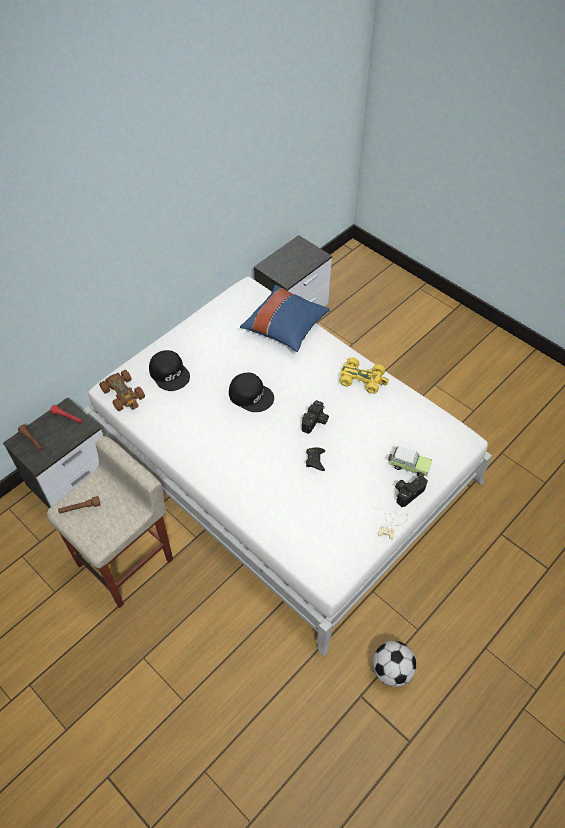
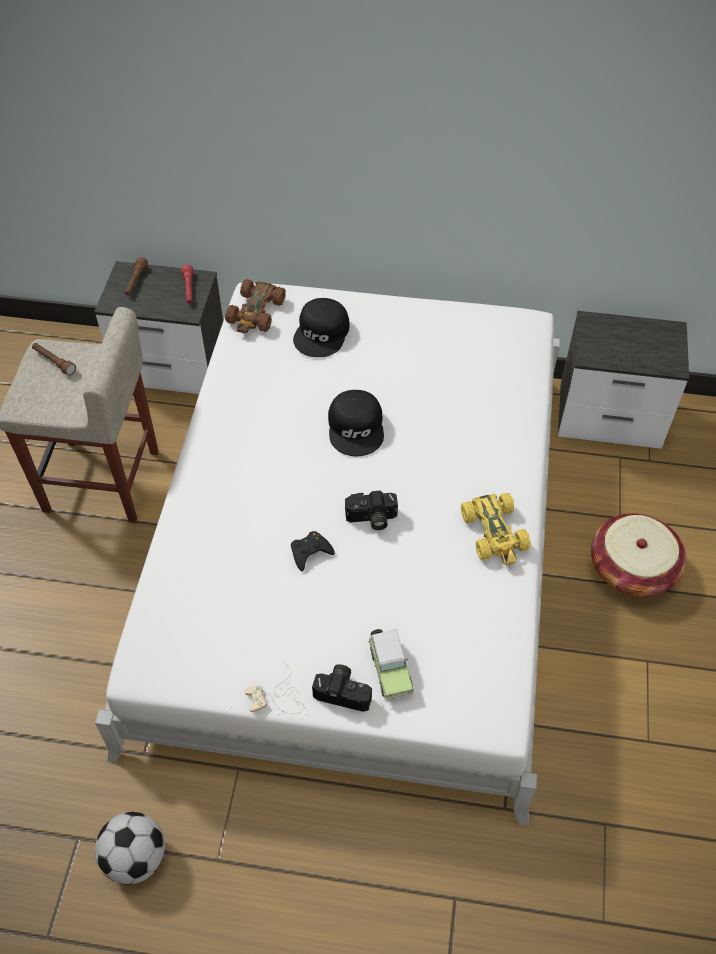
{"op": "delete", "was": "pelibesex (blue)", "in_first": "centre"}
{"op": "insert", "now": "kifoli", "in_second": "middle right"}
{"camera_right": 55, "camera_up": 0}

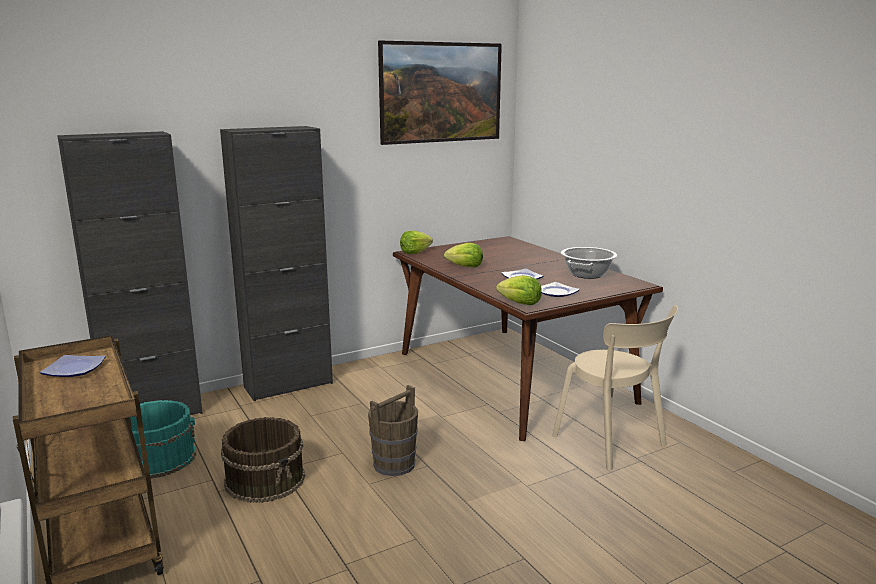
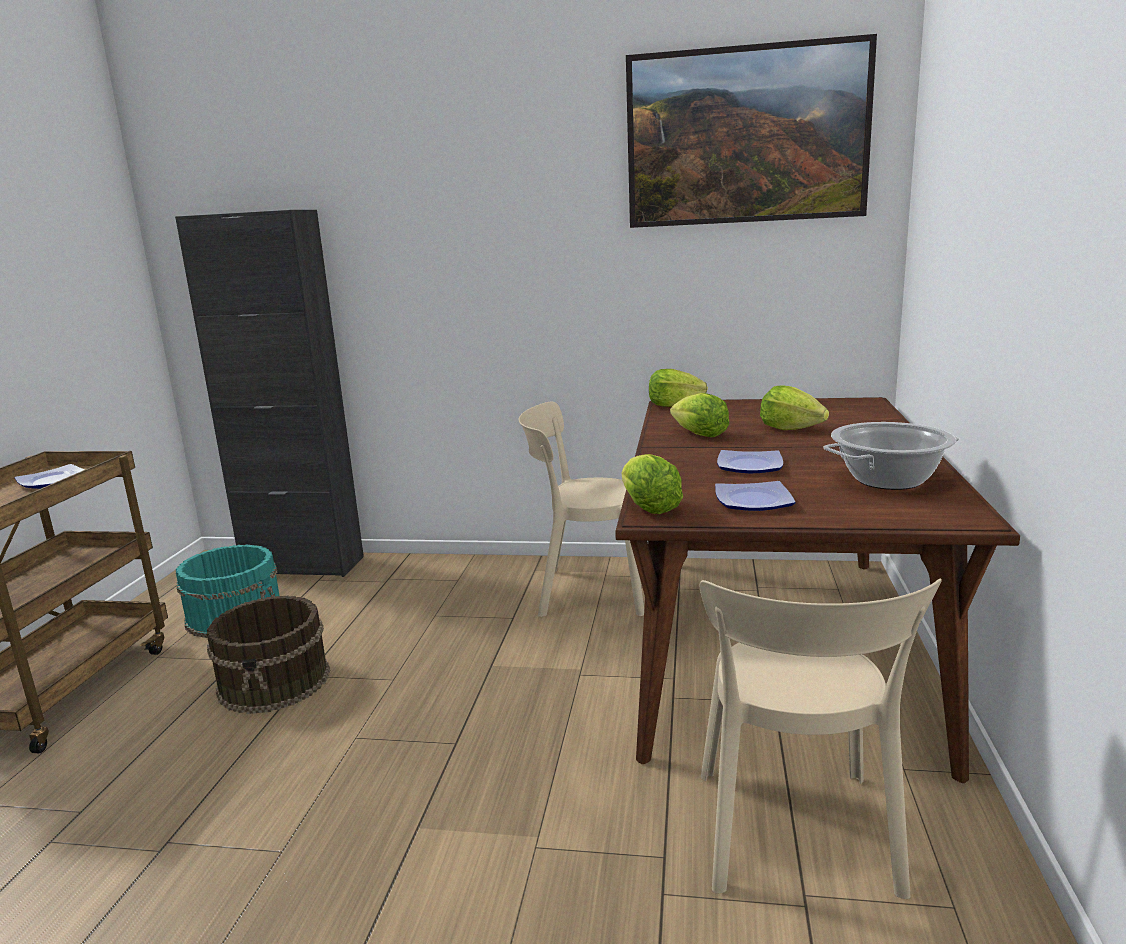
{"op": "delete", "was": "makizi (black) (2nd from left)", "in_first": "middle left"}
{"op": "delete", "was": "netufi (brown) (2nd from left)", "in_first": "bottom centre"}
{"op": "insert", "now": "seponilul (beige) (1st from left)", "in_second": "centre"}
{"op": "insert", "now": "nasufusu (4th from left)", "in_second": "middle right"}
{"camera_right": 40, "camera_up": 0}

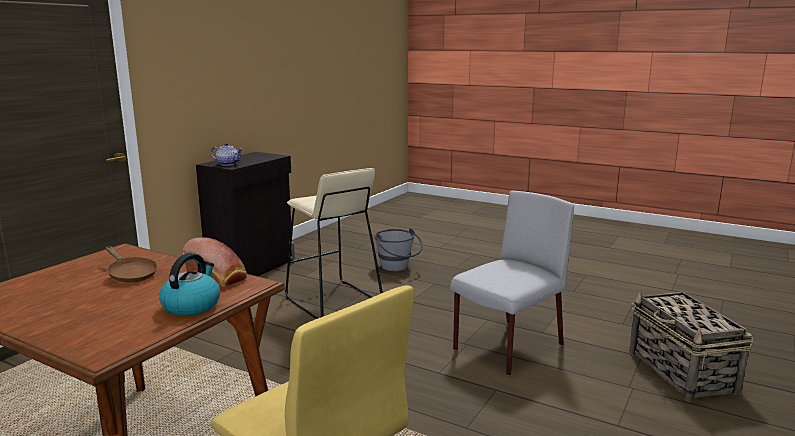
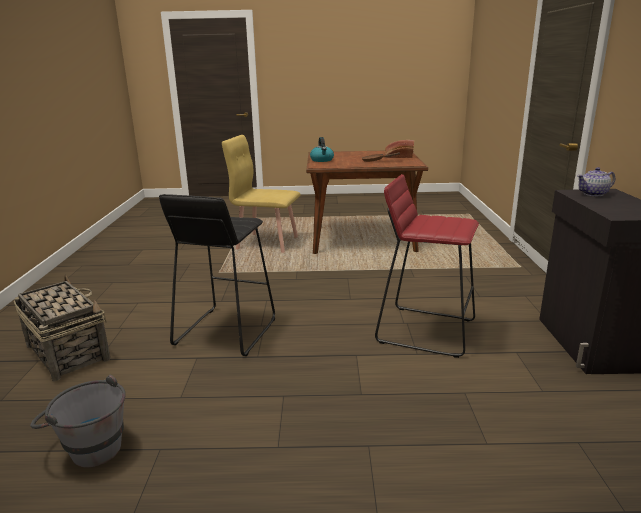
{"op": "move", "was": "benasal", "in_first": "middle left", "in_second": "top centre"}
{"op": "move", "was": "netufi (grey)", "in_first": "centre", "in_second": "bottom left"}
{"op": "replace", "was": "seponilul (grey)", "now": "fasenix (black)", "in_first": "centre", "in_second": "centre"}
{"op": "recolor", "was": "fasenix (beige)", "now": "fasenix (red)", "in_first": "centre", "in_second": "centre"}
{"camera_right": 150, "camera_up": 5}

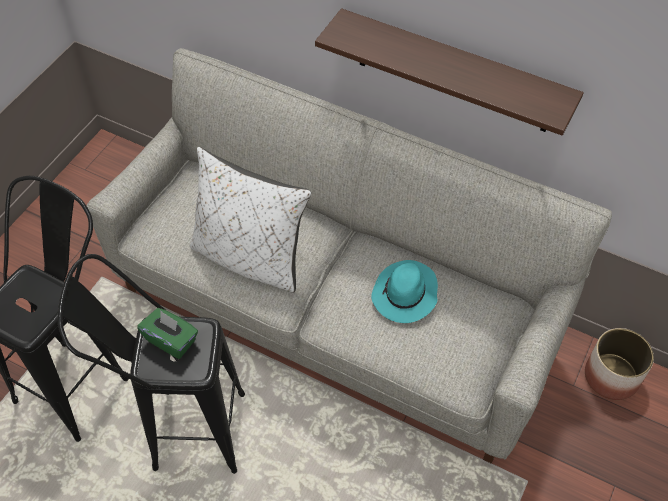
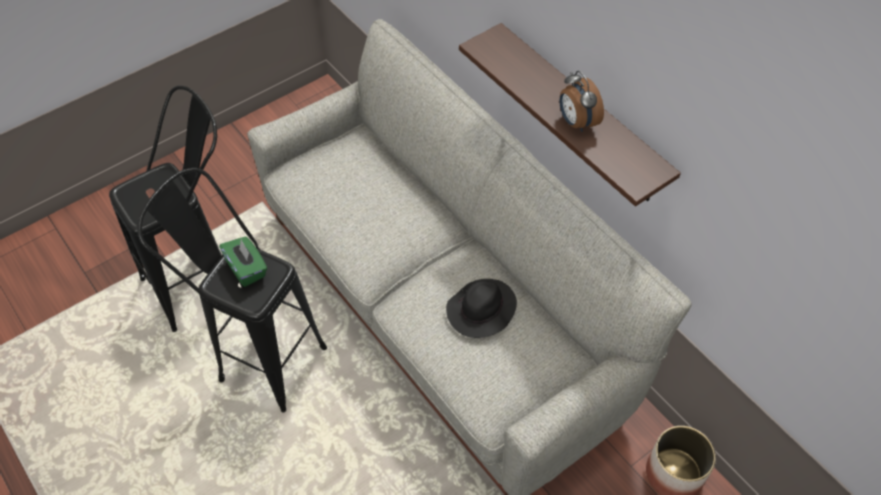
{"op": "delete", "was": "pelibesex (white)", "in_first": "centre"}
{"op": "insert", "now": "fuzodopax", "in_second": "top centre"}
{"op": "recolor", "was": "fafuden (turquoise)", "now": "fafuden (black)", "in_first": "centre", "in_second": "centre"}
{"camera_right": 25, "camera_up": 0}

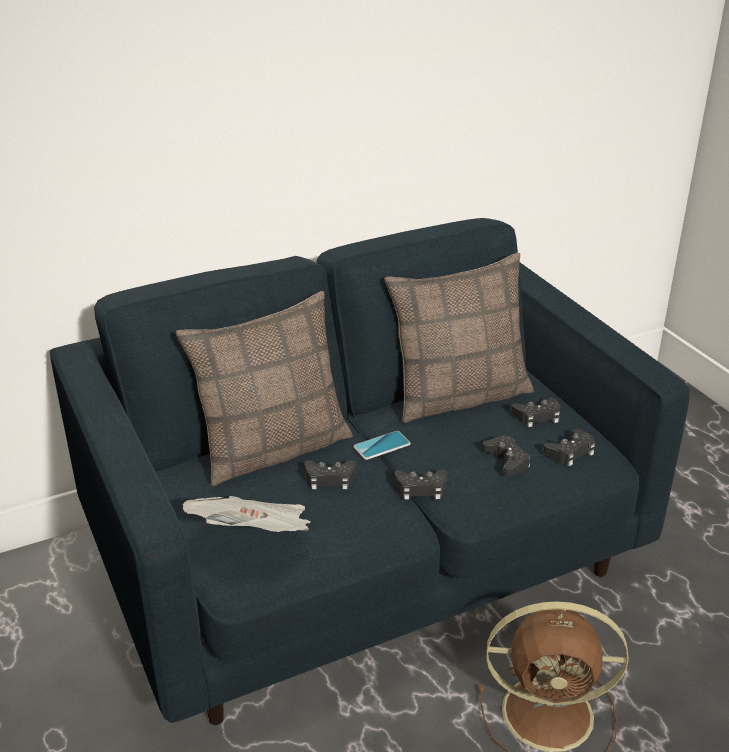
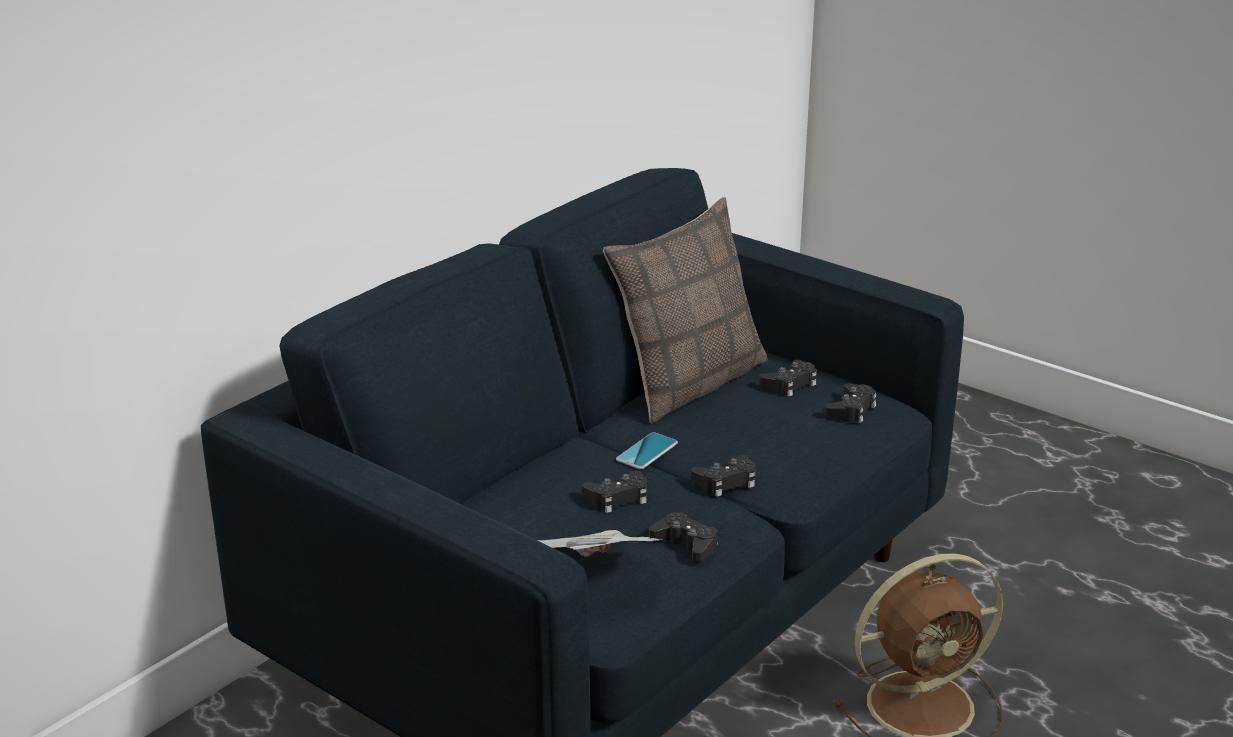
{"op": "delete", "was": "pelibesex (1st from left)", "in_first": "centre"}
{"op": "move", "was": "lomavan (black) (3rd from left in the first image)", "now": "lomavan (black) (2nd from left)", "in_first": "middle right", "in_second": "bottom centre"}
{"camera_right": -25, "camera_up": -5}

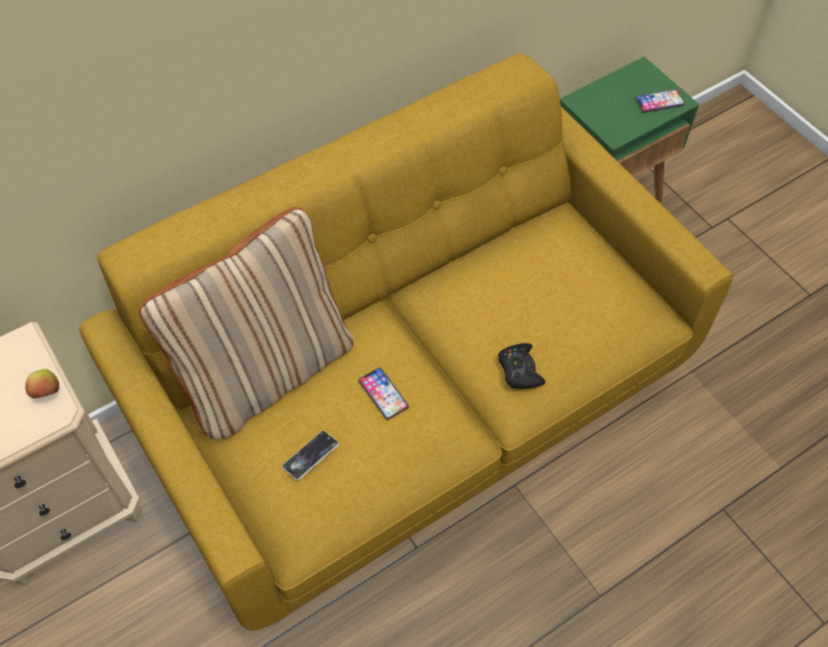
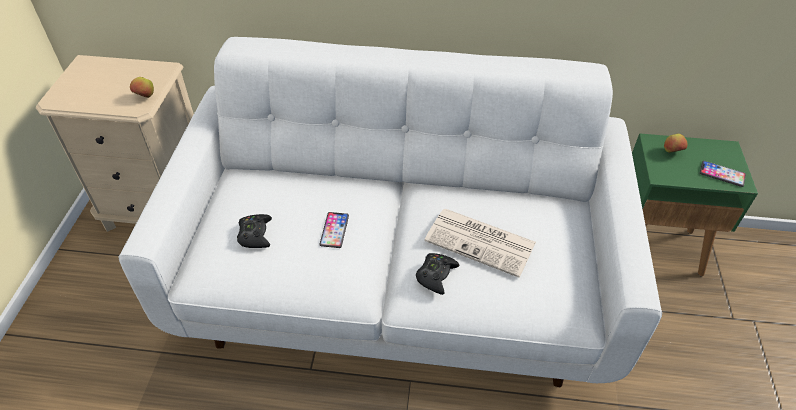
{"op": "delete", "was": "pelibesex (beige)", "in_first": "middle left"}
{"op": "insert", "now": "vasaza", "in_second": "centre"}
{"op": "insert", "now": "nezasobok (2nd from left)", "in_second": "middle right"}
{"op": "replace", "was": "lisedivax (1st from left)", "now": "lomavan (black) (1st from left)", "in_first": "bottom centre", "in_second": "middle left"}
{"op": "recolor", "was": "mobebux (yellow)", "now": "mobebux (white)", "in_first": "centre", "in_second": "centre"}
{"camera_right": 40, "camera_up": -10}

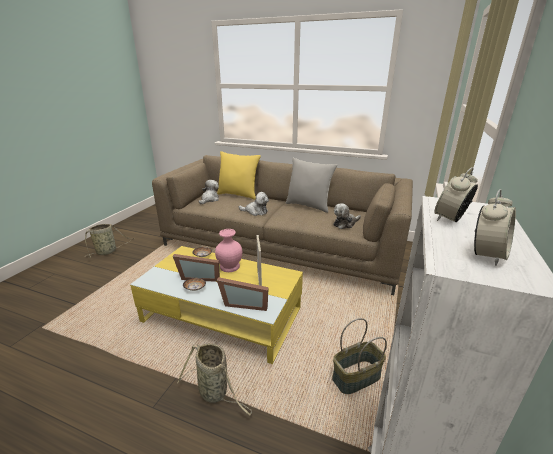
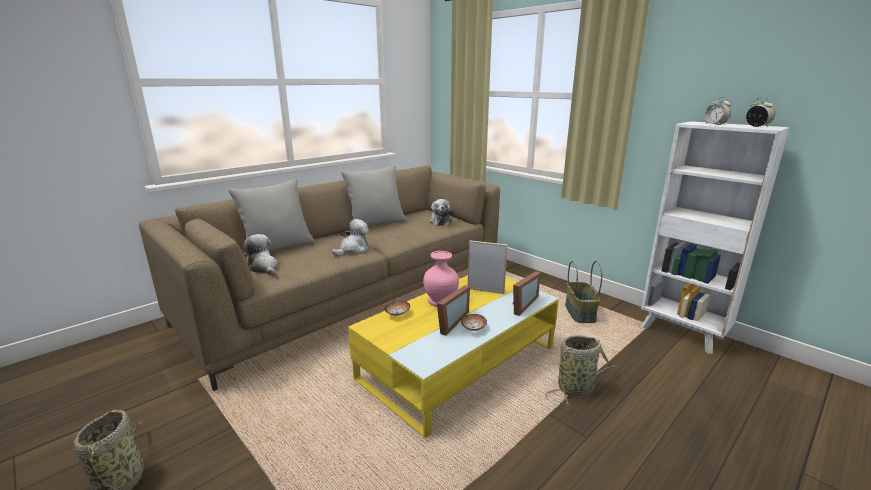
{"op": "recolor", "was": "pelibesex (yellow)", "now": "pelibesex (grey) (1st from left)", "in_first": "centre", "in_second": "middle left"}
{"camera_right": -65, "camera_up": -5}

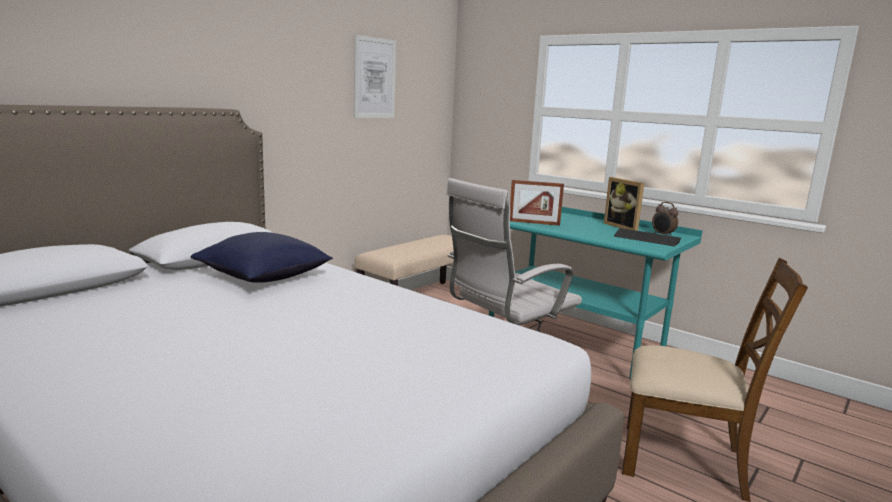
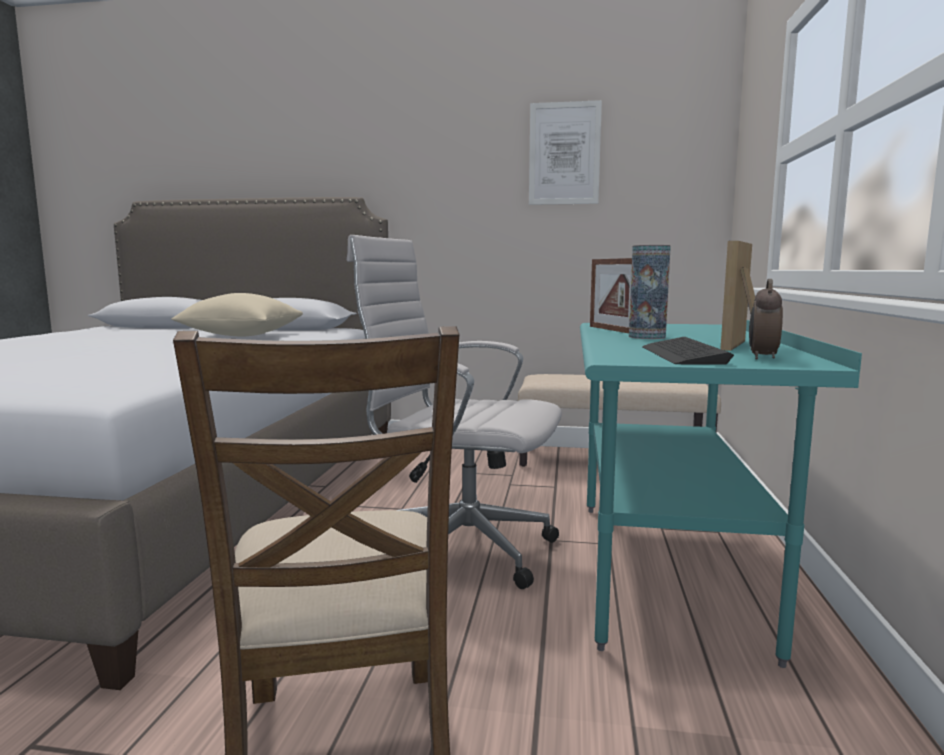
{"op": "insert", "now": "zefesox", "in_second": "middle right"}
{"op": "recolor", "was": "pelibesex (blue)", "now": "pelibesex (beige)", "in_first": "middle left", "in_second": "middle left"}
{"camera_right": 60, "camera_up": -5}

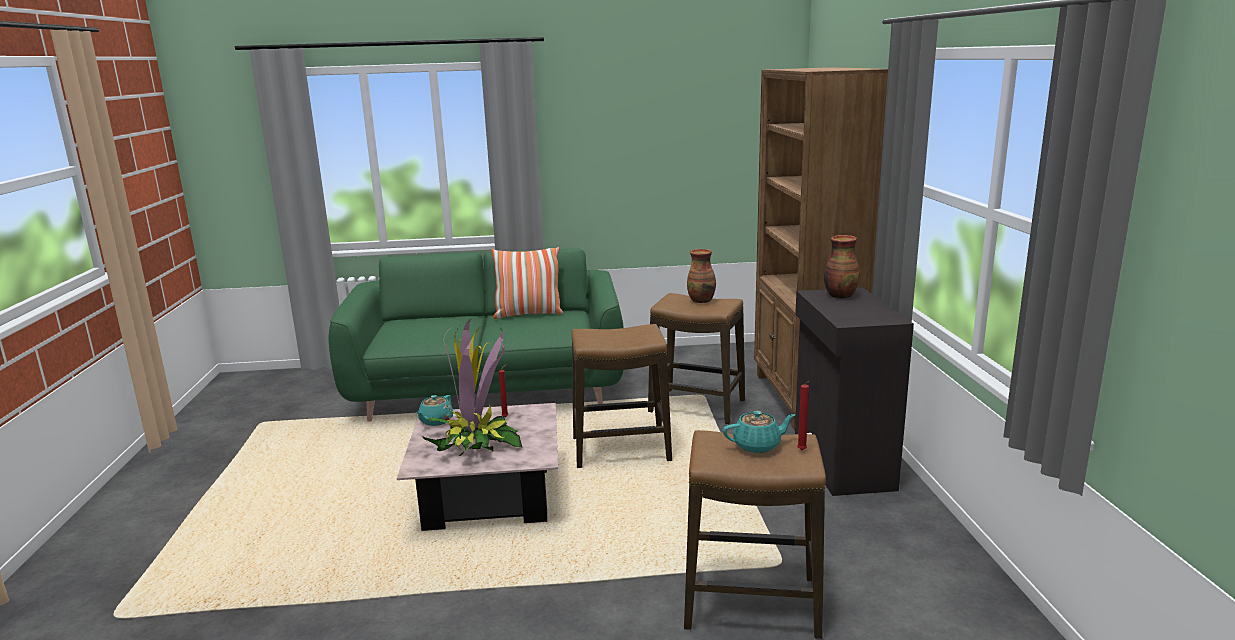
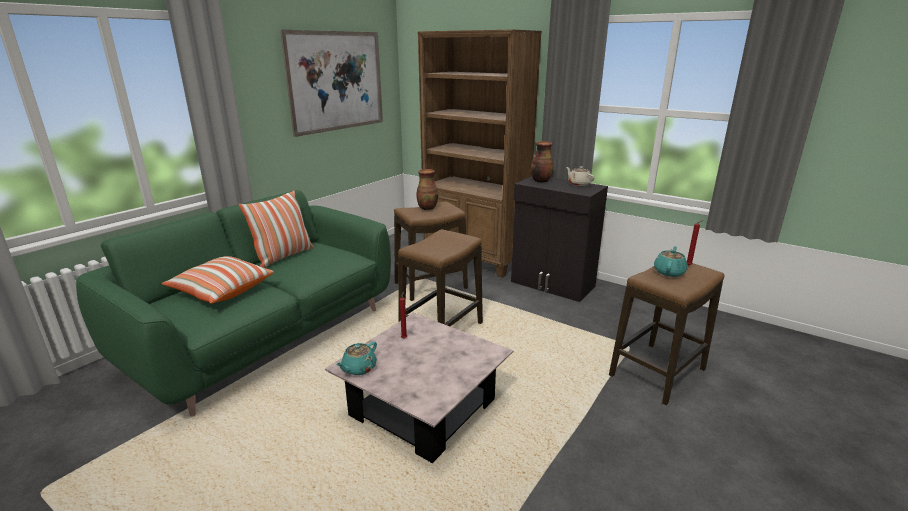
{"op": "delete", "was": "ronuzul", "in_first": "centre"}
{"op": "insert", "now": "pelibesex (1st from left)", "in_second": "middle left"}
{"op": "insert", "now": "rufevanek", "in_second": "top centre"}
{"op": "insert", "now": "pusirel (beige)", "in_second": "centre"}
{"op": "rotate", "was": "pusirel (turquoise) (1st from left)", "in_first": "centre", "in_second": "bottom centre", "clockwise": 60}
{"camera_right": -50, "camera_up": 5}

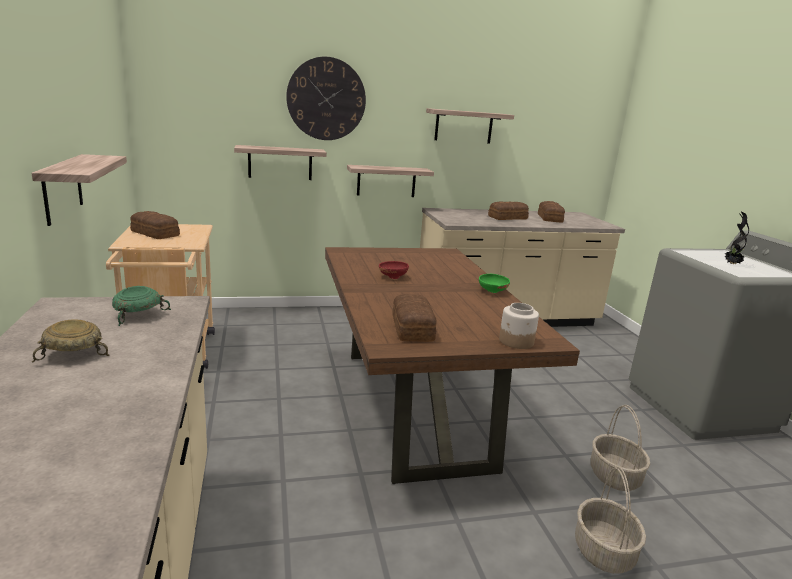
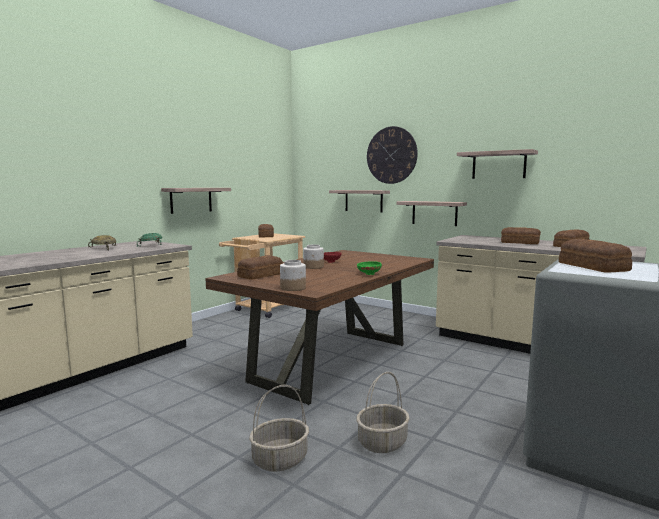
{"op": "insert", "now": "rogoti (2nd from left)", "in_second": "centre"}
{"op": "replace", "was": "ronuzul", "now": "benasal (5th from left)", "in_first": "middle right", "in_second": "middle right"}
{"camera_right": 50, "camera_up": -10}

